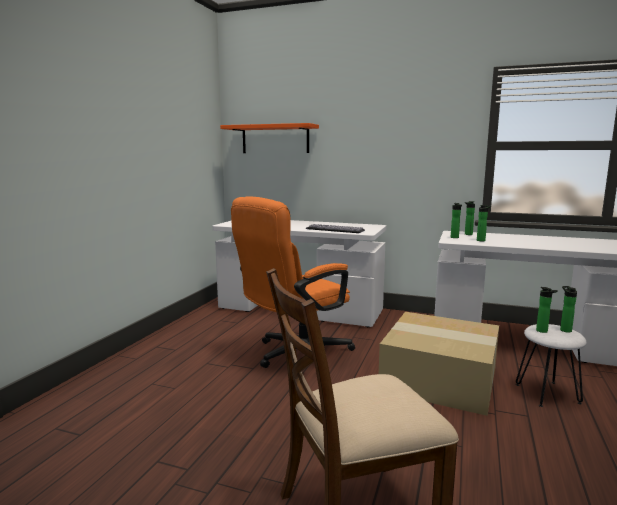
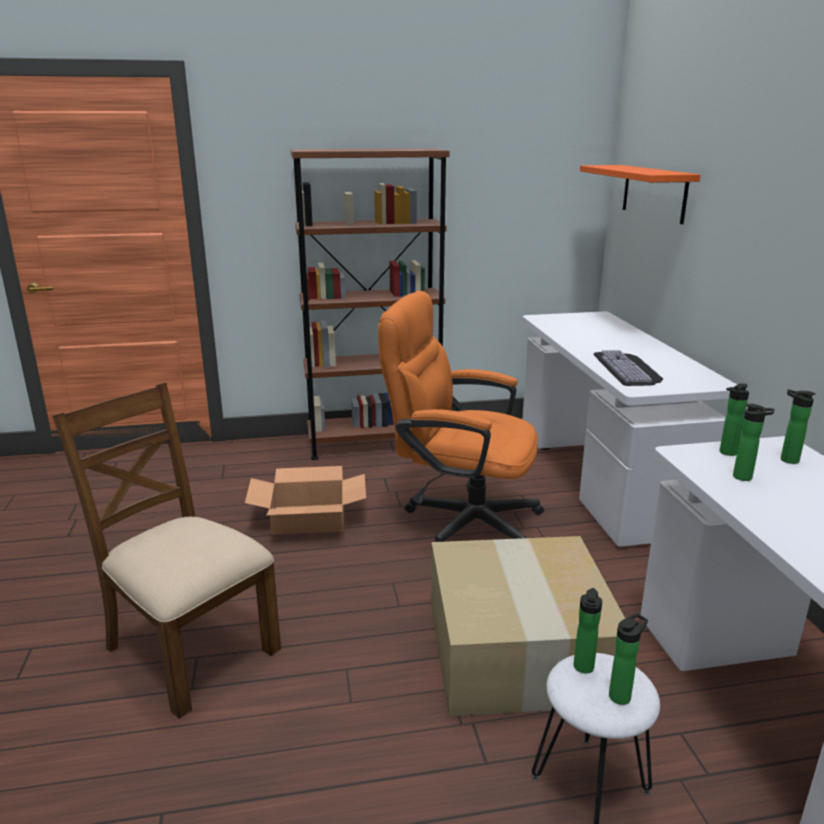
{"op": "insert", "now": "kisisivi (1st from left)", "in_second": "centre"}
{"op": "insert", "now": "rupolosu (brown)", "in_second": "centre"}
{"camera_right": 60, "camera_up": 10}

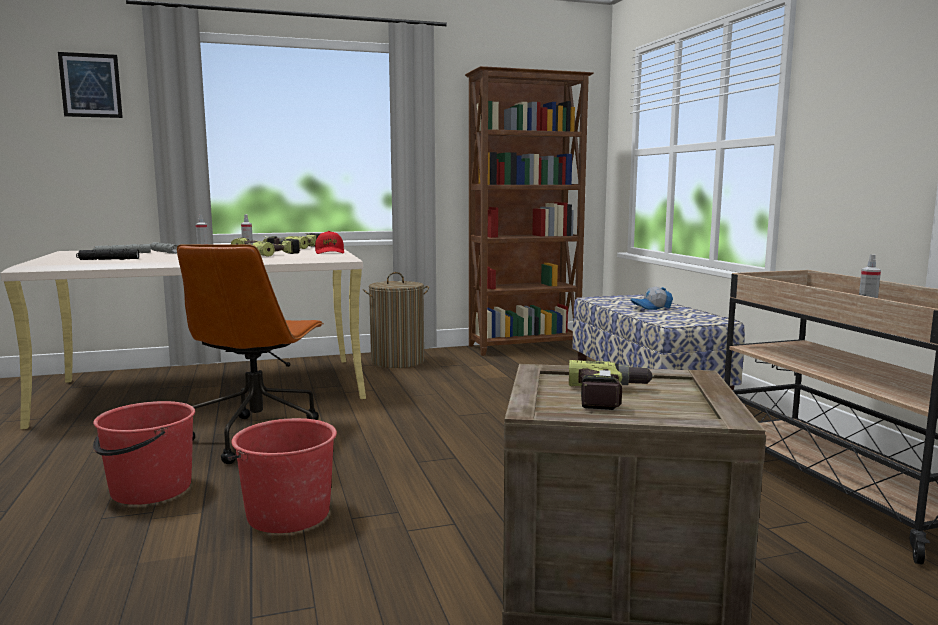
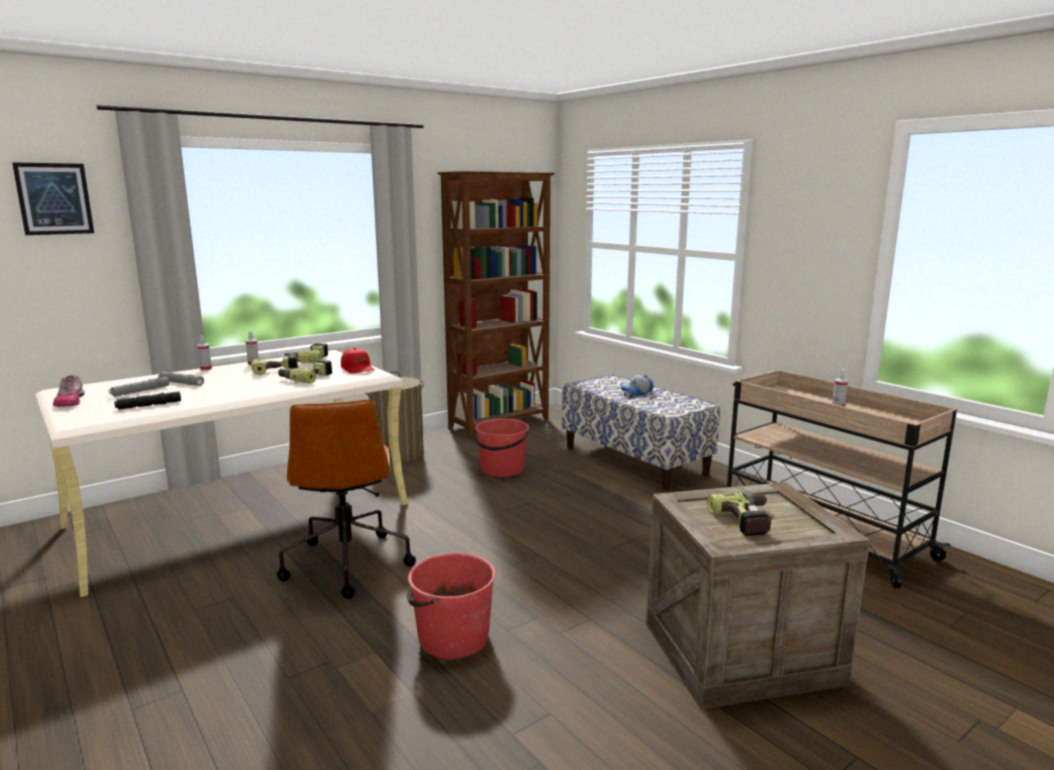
{"op": "insert", "now": "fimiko", "in_second": "middle left"}
{"op": "move", "was": "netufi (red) (1st from left in the first image)", "now": "netufi (red) (2nd from left)", "in_first": "bottom left", "in_second": "centre"}
{"camera_right": -20, "camera_up": 5}

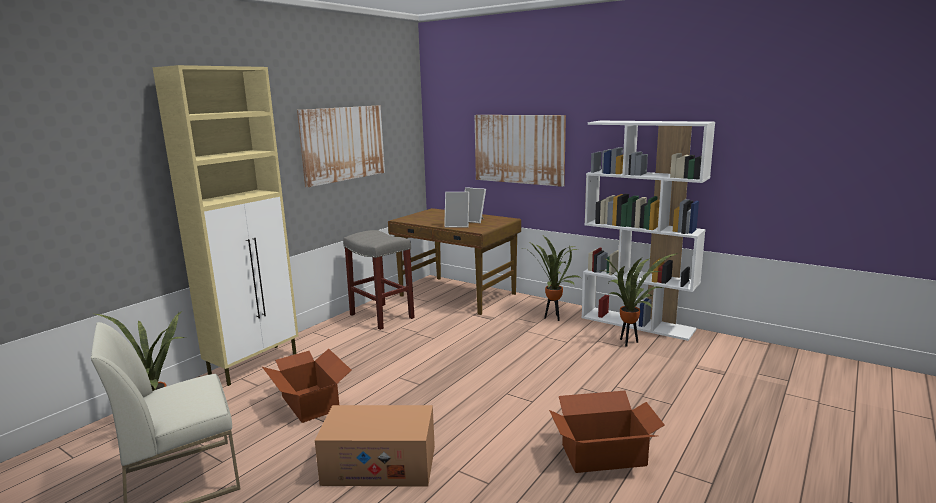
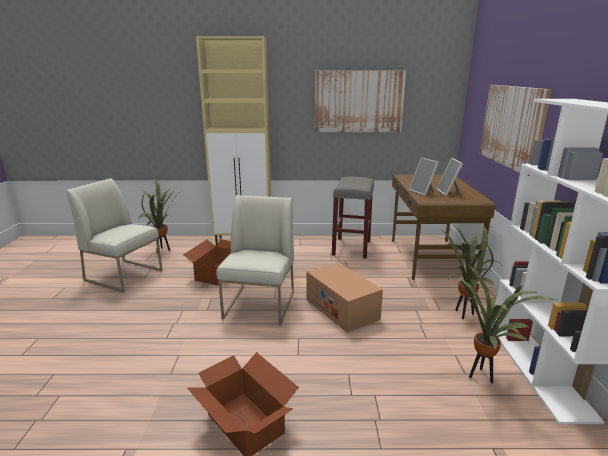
{"op": "insert", "now": "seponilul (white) (2nd from left)", "in_second": "centre"}
{"op": "move", "was": "kisisivi (2nd from left in the first image)", "now": "kisisivi (3rd from left)", "in_first": "bottom centre", "in_second": "centre"}
{"camera_right": 55, "camera_up": 5}

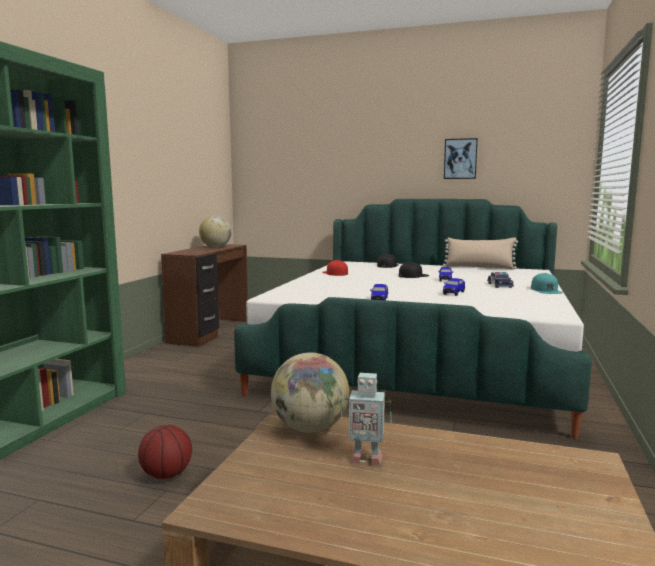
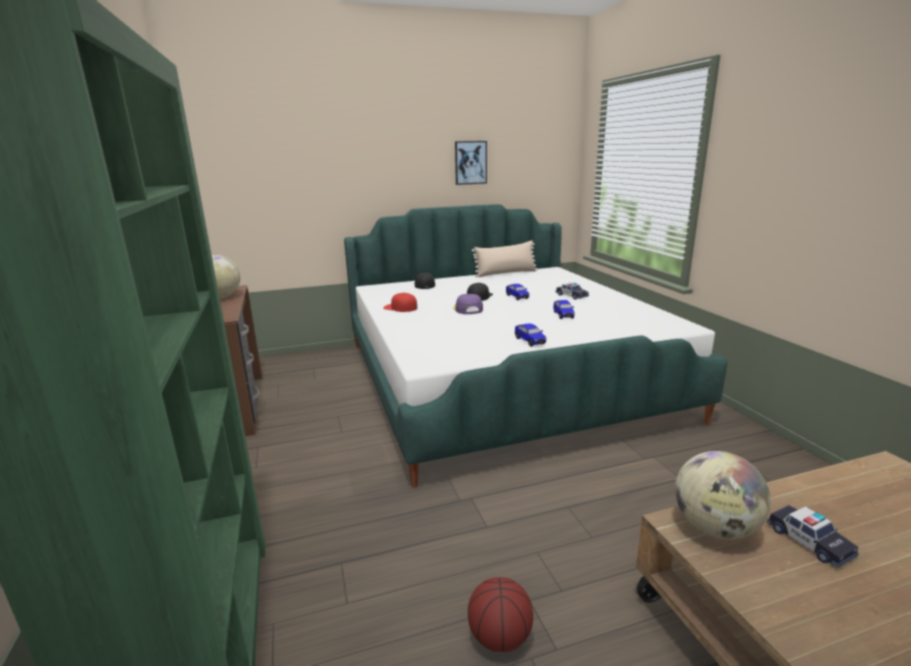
{"op": "delete", "was": "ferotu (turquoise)", "in_first": "middle right"}
{"op": "insert", "now": "ferotu (purple)", "in_second": "centre"}
{"op": "replace", "was": "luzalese", "now": "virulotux (5th from left)", "in_first": "bottom centre", "in_second": "bottom right"}
{"camera_right": -35, "camera_up": 10}

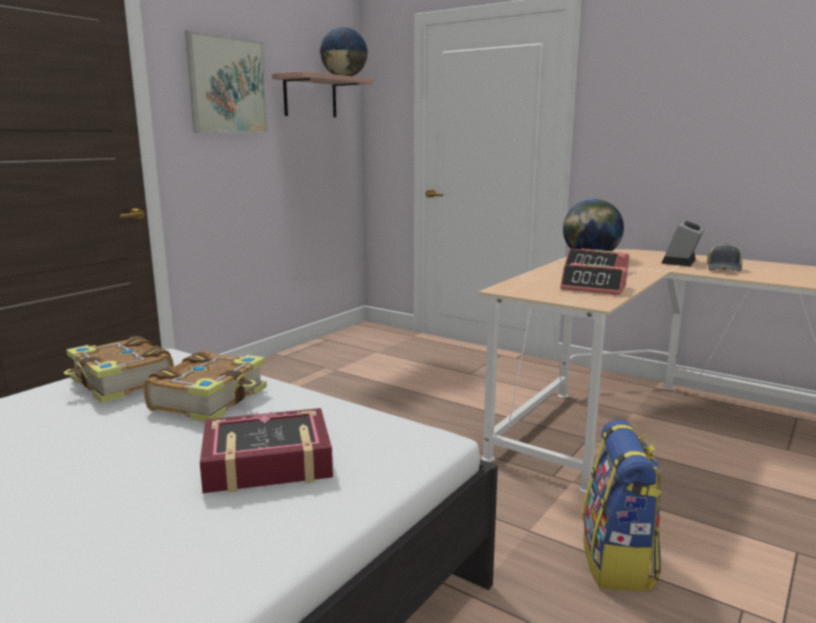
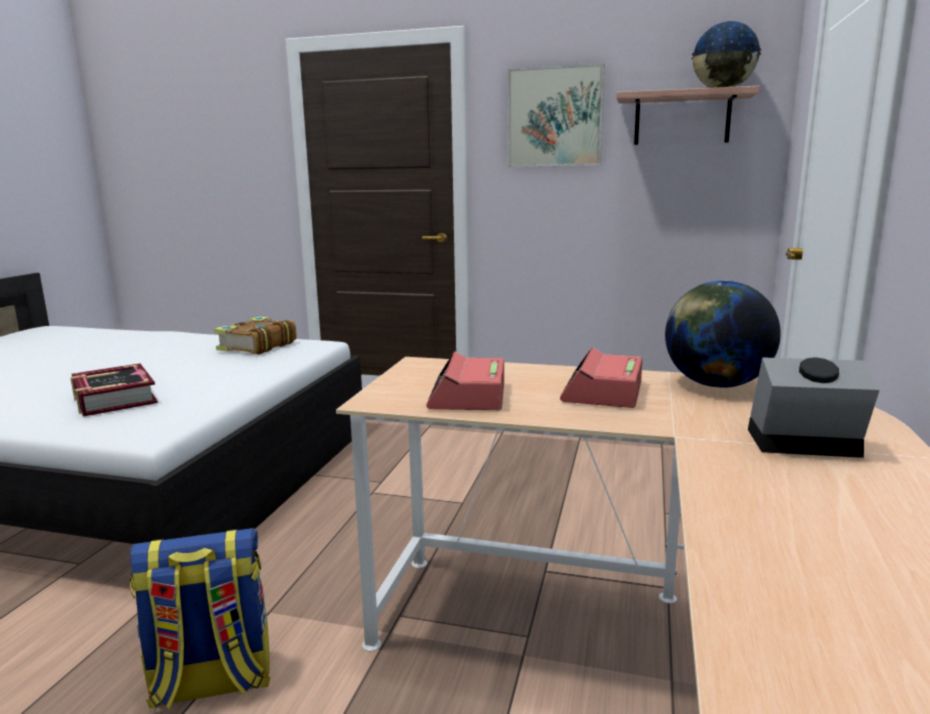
{"op": "delete", "was": "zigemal (2nd from left)", "in_first": "middle left"}
{"op": "delete", "was": "ferotu", "in_first": "middle right"}
{"camera_right": 70, "camera_up": 0}

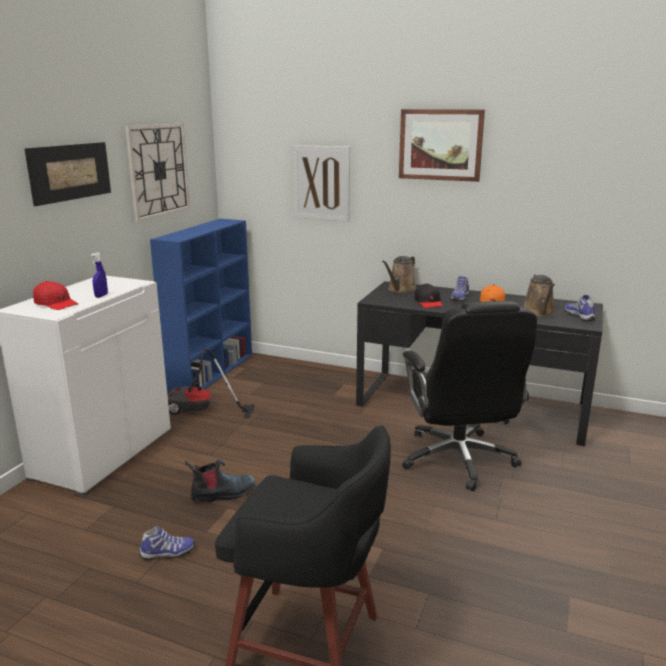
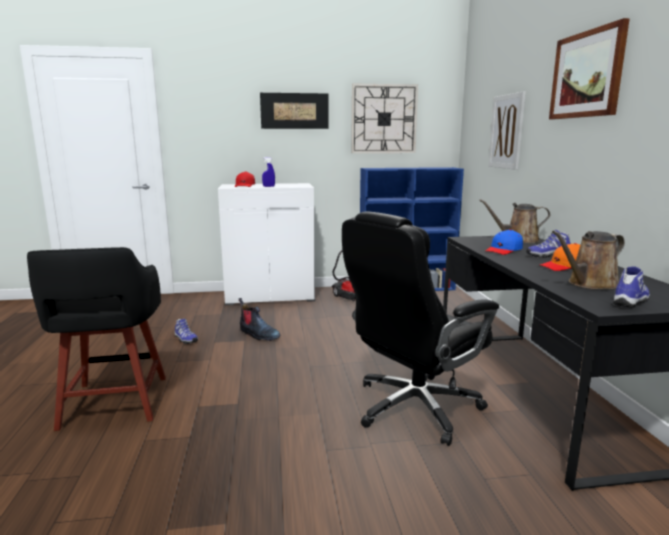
{"op": "recolor", "was": "ferotu (black)", "now": "ferotu (blue)", "in_first": "centre", "in_second": "middle right"}
{"camera_right": 60, "camera_up": -5}

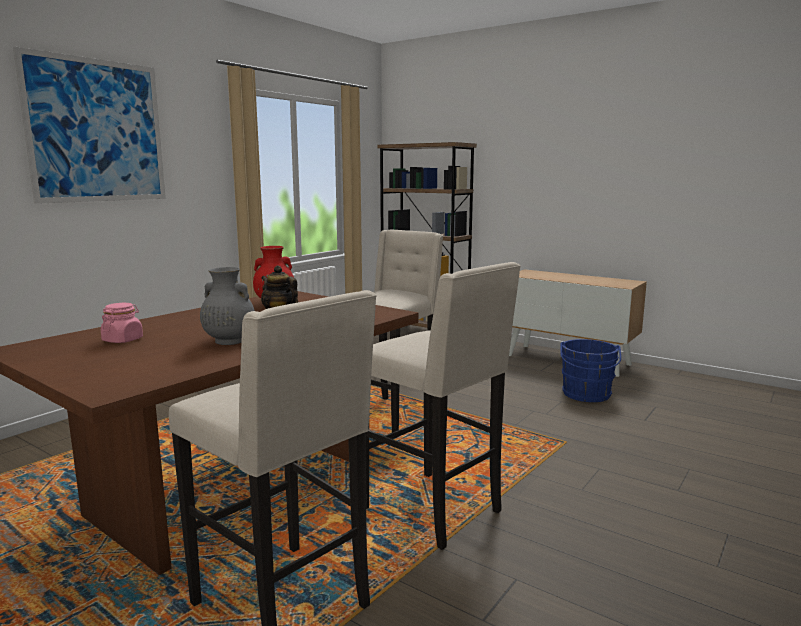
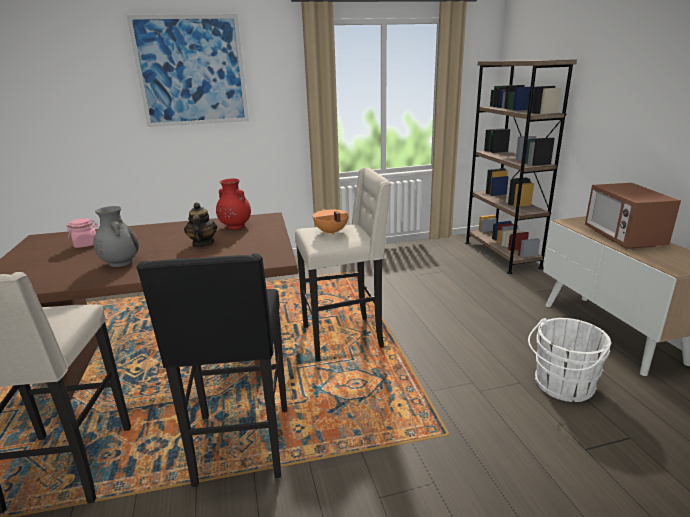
{"op": "insert", "now": "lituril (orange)", "in_second": "centre"}
{"op": "insert", "now": "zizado", "in_second": "middle right"}
{"op": "recolor", "was": "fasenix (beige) (3rd from left)", "now": "fasenix (black)", "in_first": "centre", "in_second": "bottom left"}
{"op": "recolor", "was": "netufi (blue)", "now": "netufi (white)", "in_first": "middle right", "in_second": "bottom right"}
{"camera_right": 40, "camera_up": 10}

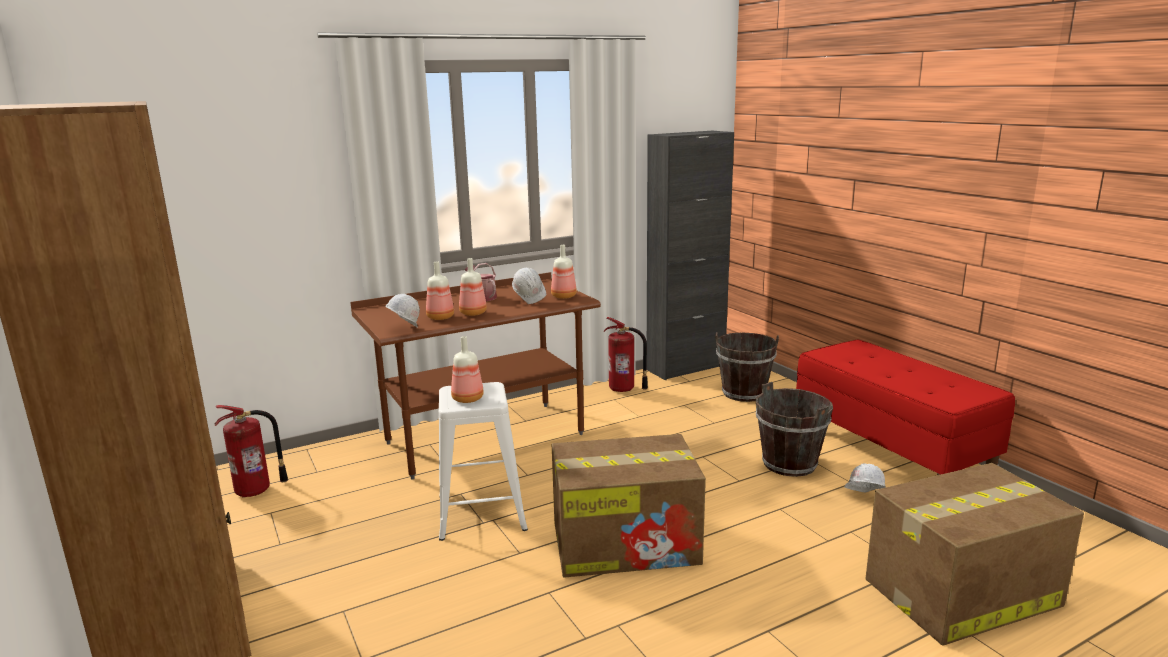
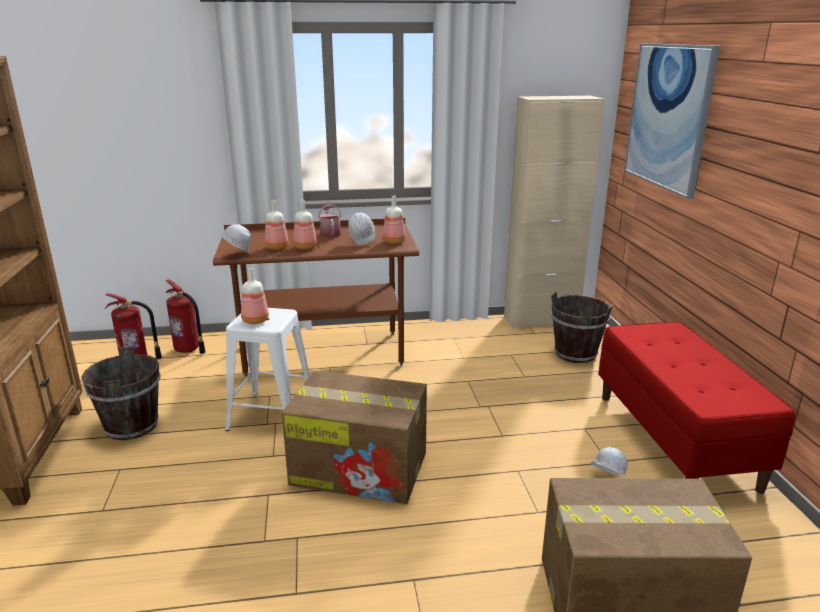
{"op": "insert", "now": "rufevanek", "in_second": "top right"}
{"op": "move", "was": "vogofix (2nd from left)", "in_first": "centre", "in_second": "middle left"}
{"op": "move", "was": "netufi (brown) (2nd from left in the first image)", "now": "netufi (brown) (1st from left)", "in_first": "middle right", "in_second": "middle left"}
{"op": "recolor", "was": "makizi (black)", "now": "makizi (beige)", "in_first": "centre", "in_second": "middle right"}
{"camera_right": 20, "camera_up": 5}

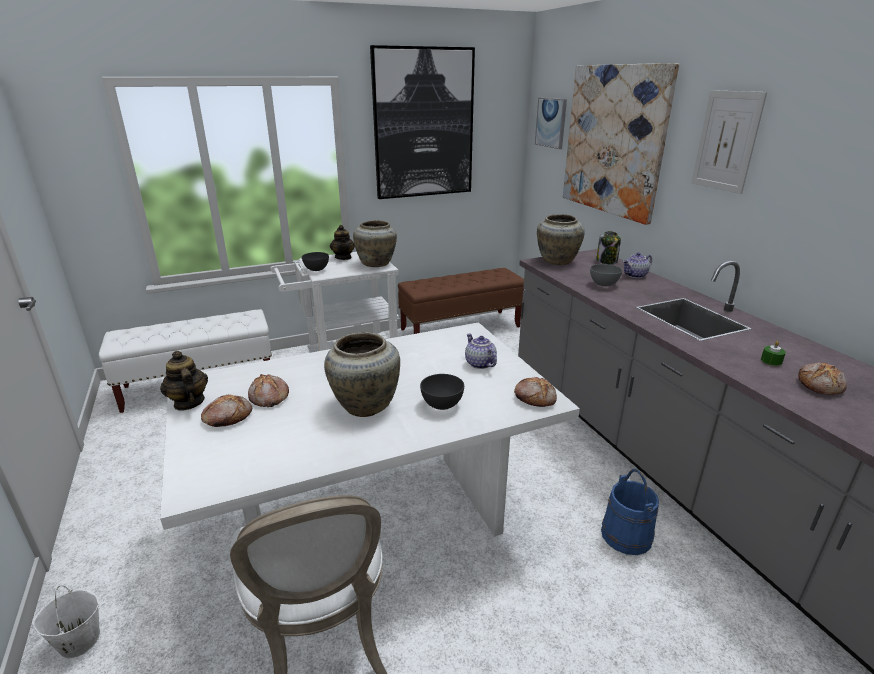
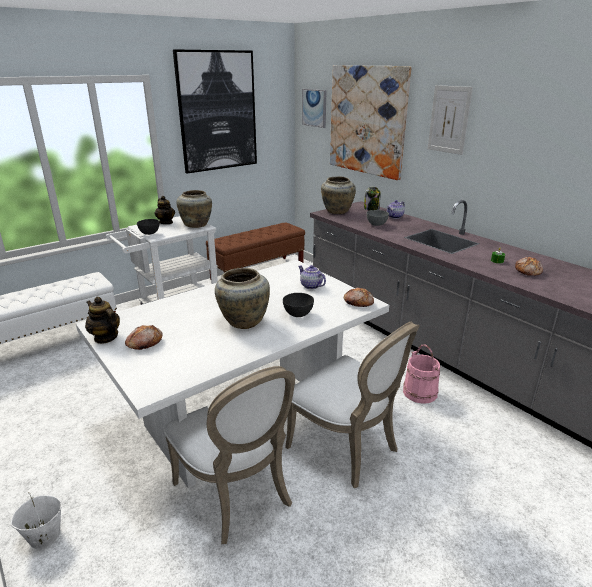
{"op": "delete", "was": "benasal (2nd from left)", "in_first": "middle left"}
{"op": "insert", "now": "seponilul (white) (2nd from left)", "in_second": "bottom centre"}
{"op": "recolor", "was": "netufi (blue)", "now": "netufi (pink)", "in_first": "bottom right", "in_second": "middle right"}
{"camera_right": -15, "camera_up": 0}

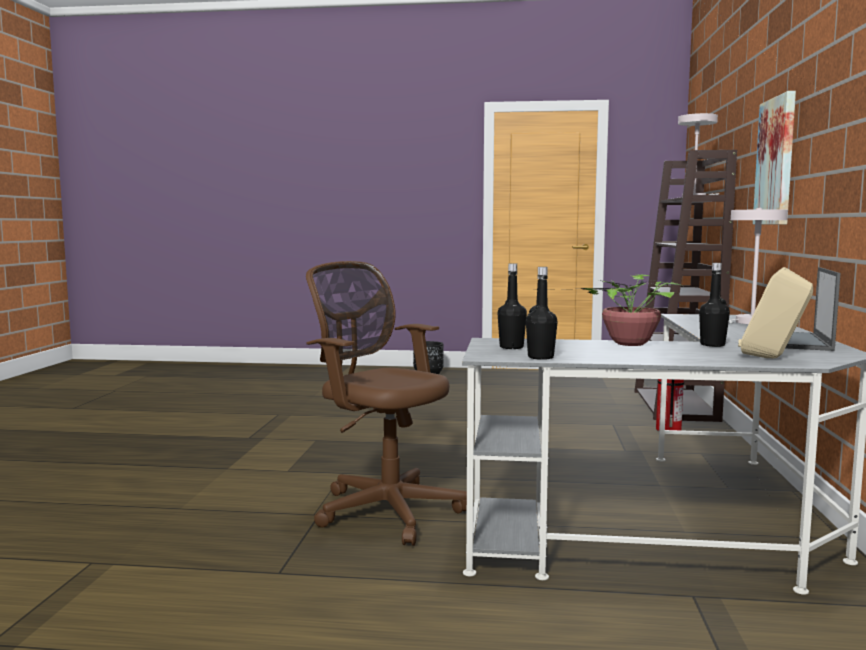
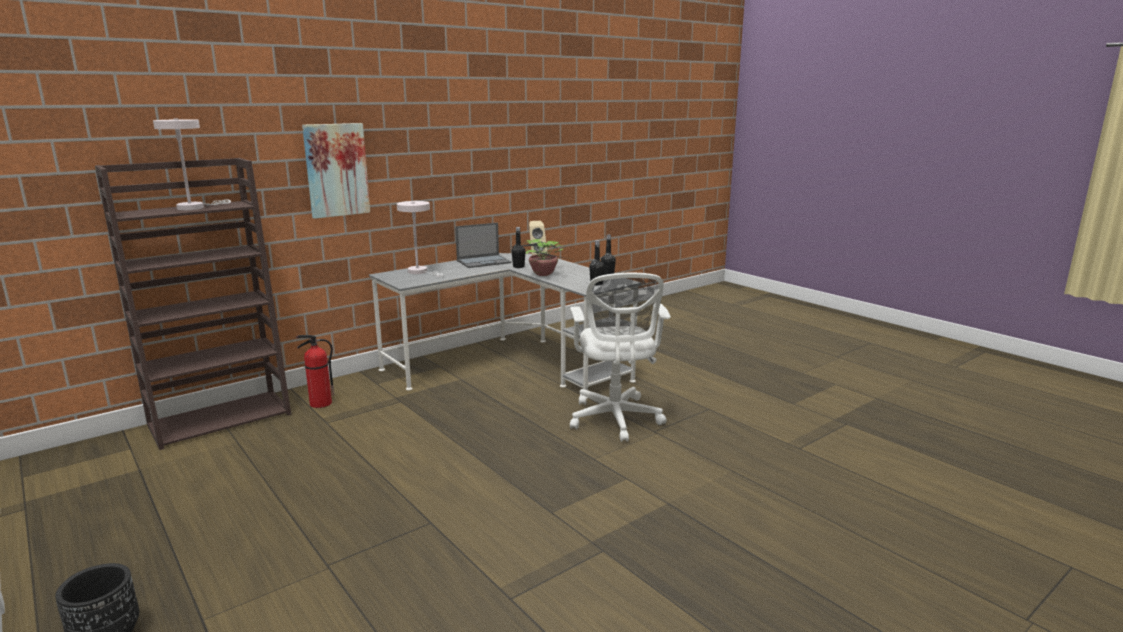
{"op": "recolor", "was": "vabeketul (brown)", "now": "vabeketul (white)", "in_first": "centre", "in_second": "centre"}
{"camera_right": -135, "camera_up": 10}

